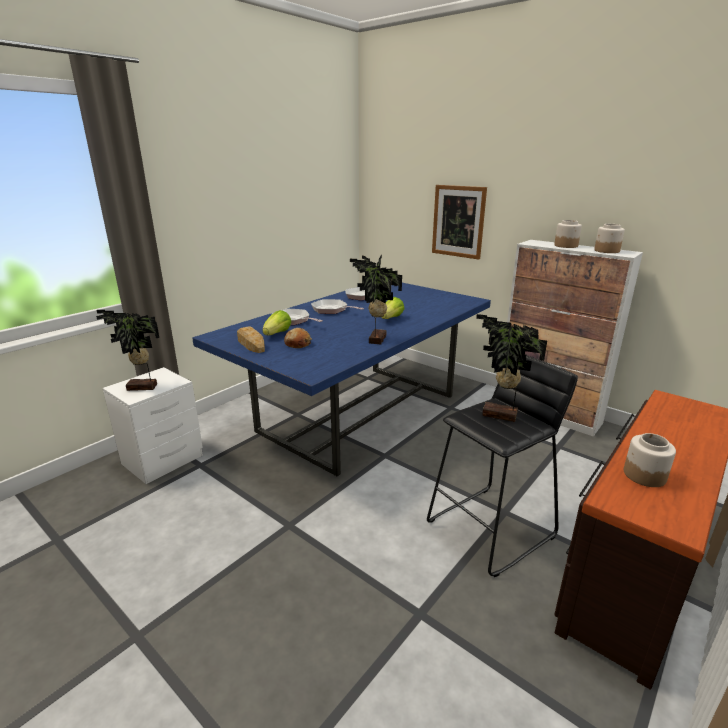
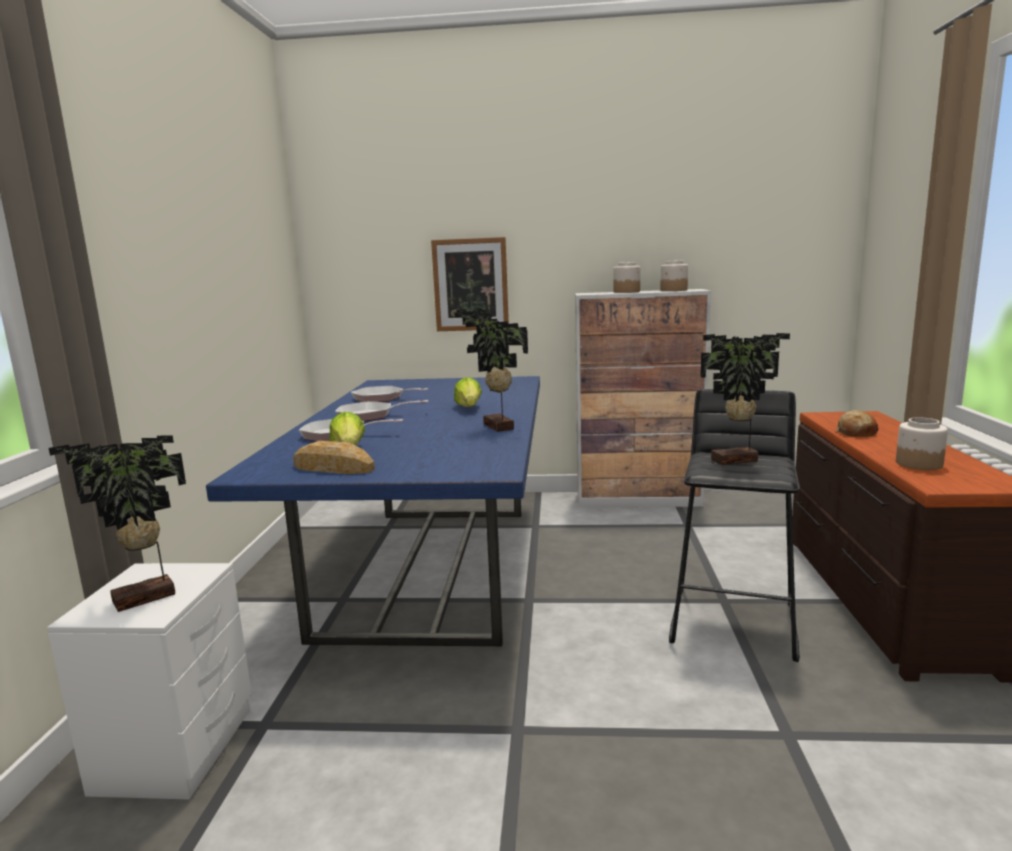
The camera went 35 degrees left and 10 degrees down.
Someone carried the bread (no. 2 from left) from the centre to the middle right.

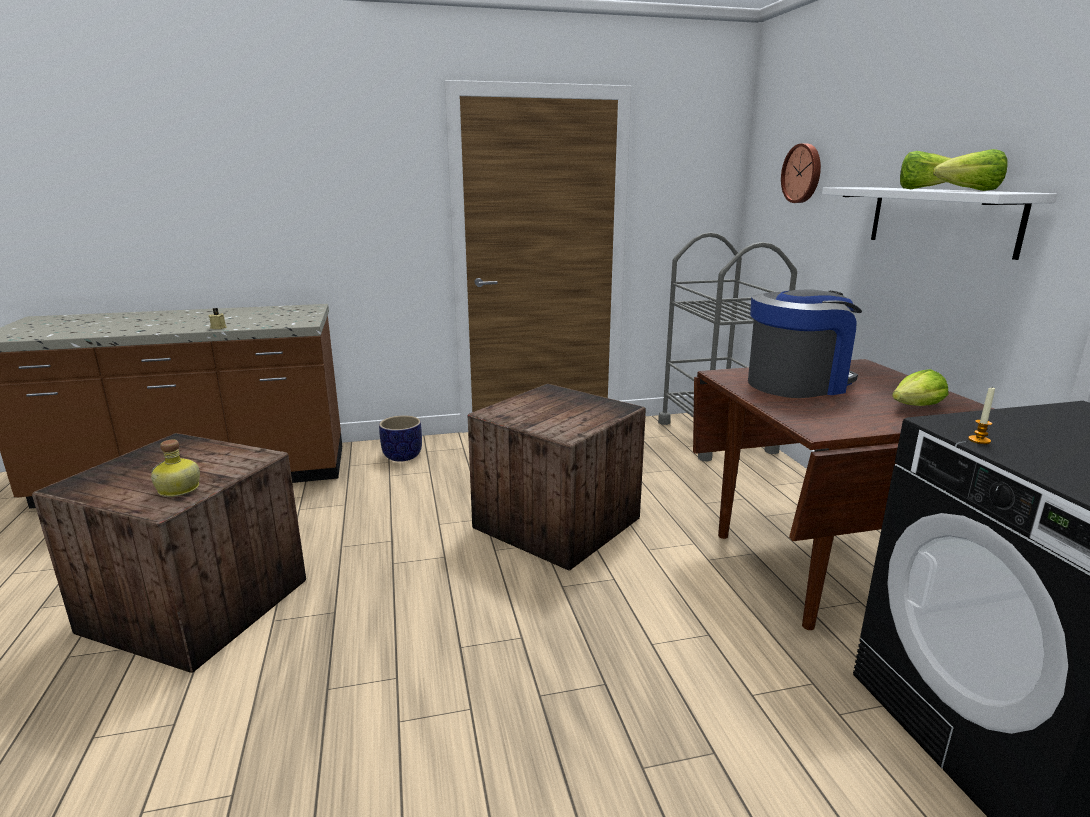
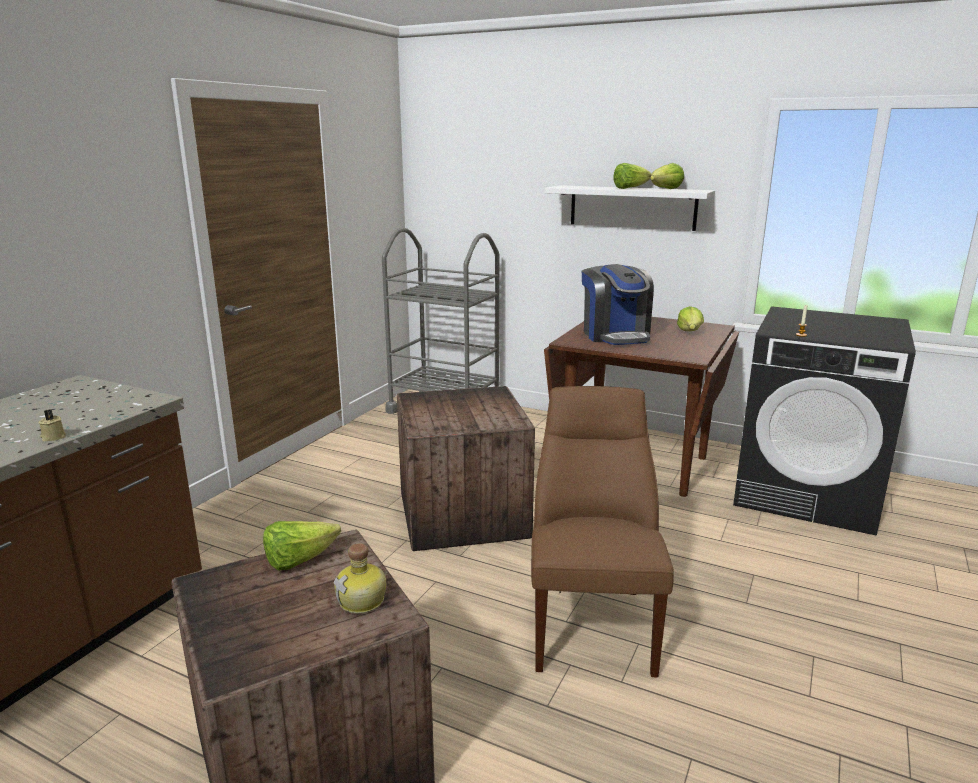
The camera went 50 degrees left and 0 degrees up.
Someone took away the planter at the centre.
Someone took away the wall clock at the top right.
Someone put down the lettuce (no. 1 from left) at the bottom left.
Someone put down the brown chair at the bottom centre.
Someone rotated the coffee machine at the middle right by 150 degrees clockwise.

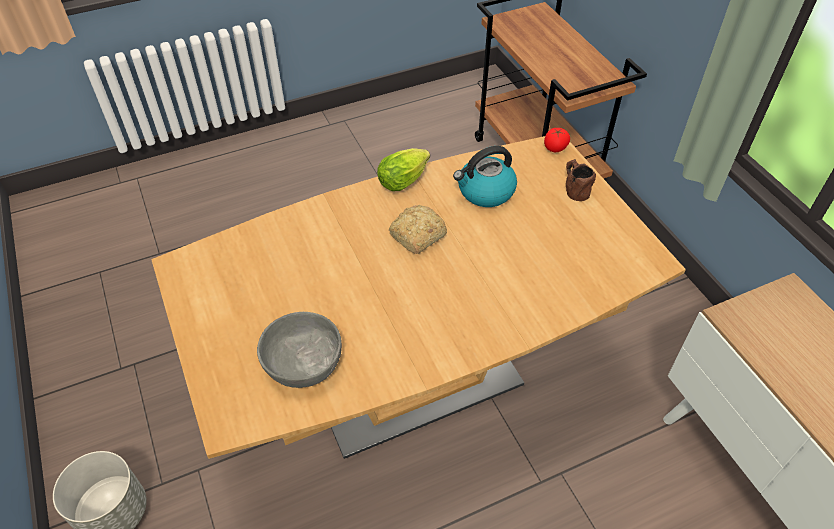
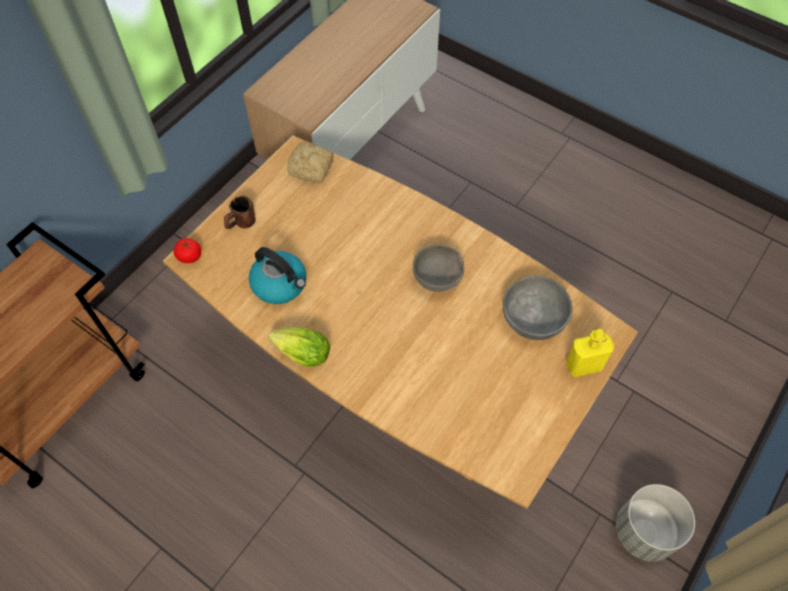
The camera went 120 degrees left and 10 degrees up.
Someone put down the grey bowl (no. 1 from left) at the centre.
Someone put down the yellow bottle at the middle right.
Someone carried the bread from the centre to the top centre.

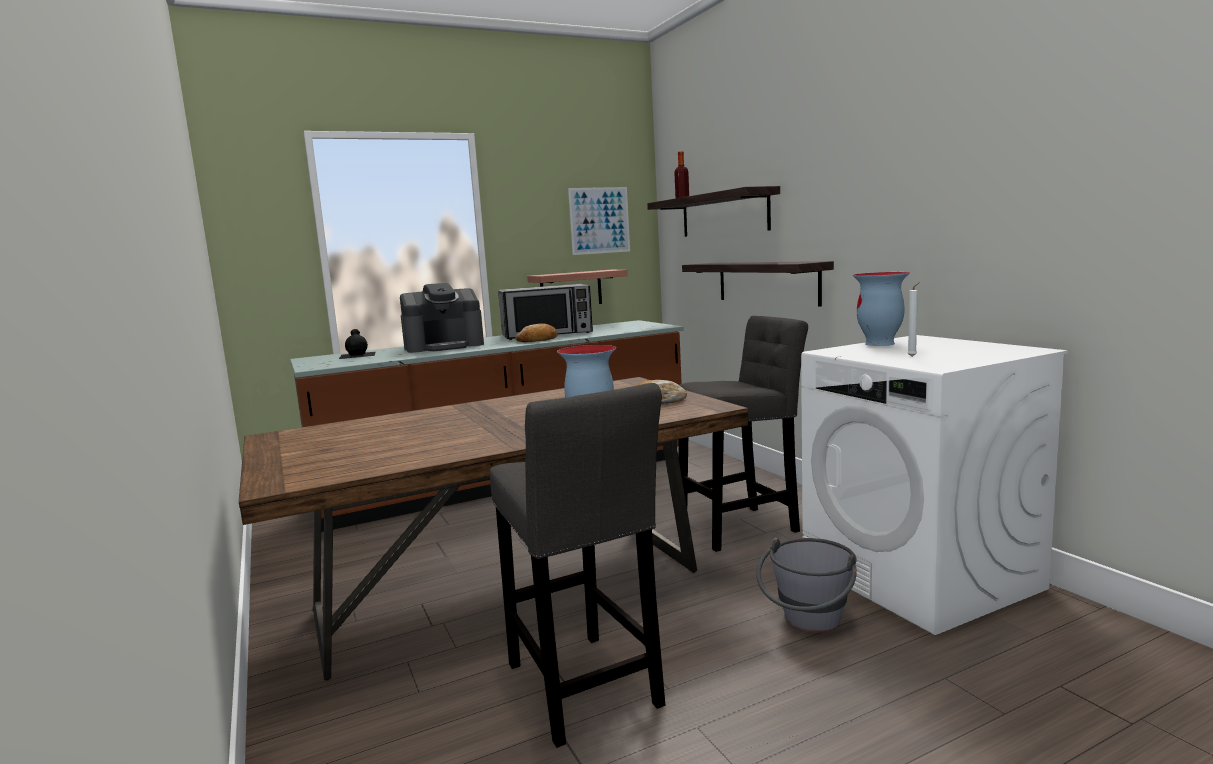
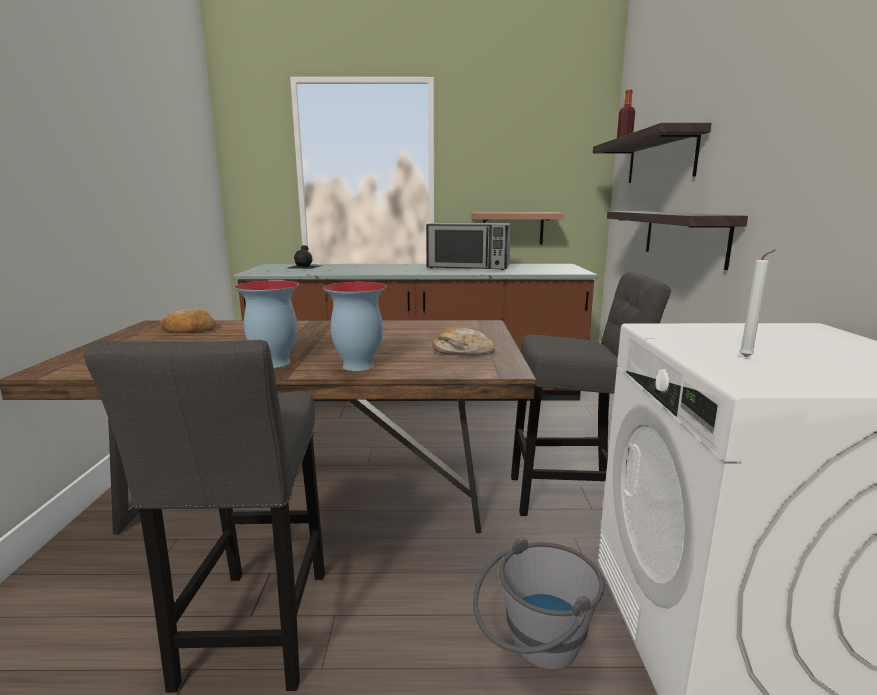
The camera went 25 degrees right and 5 degrees up.
Someone took away the coffee machine at the centre.
Someone took away the picture at the top centre.
Someone carried the bread (no. 1 from left) from the centre to the middle left.
Someone carried the vase (no. 2 from left in the first image) from the middle right to the middle left.

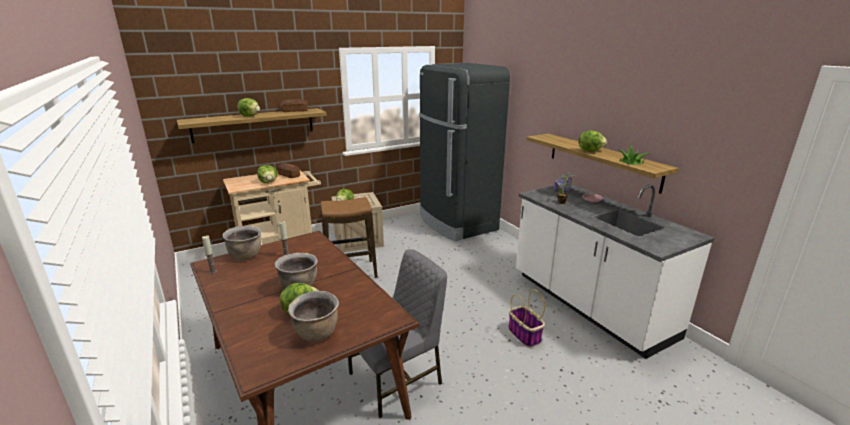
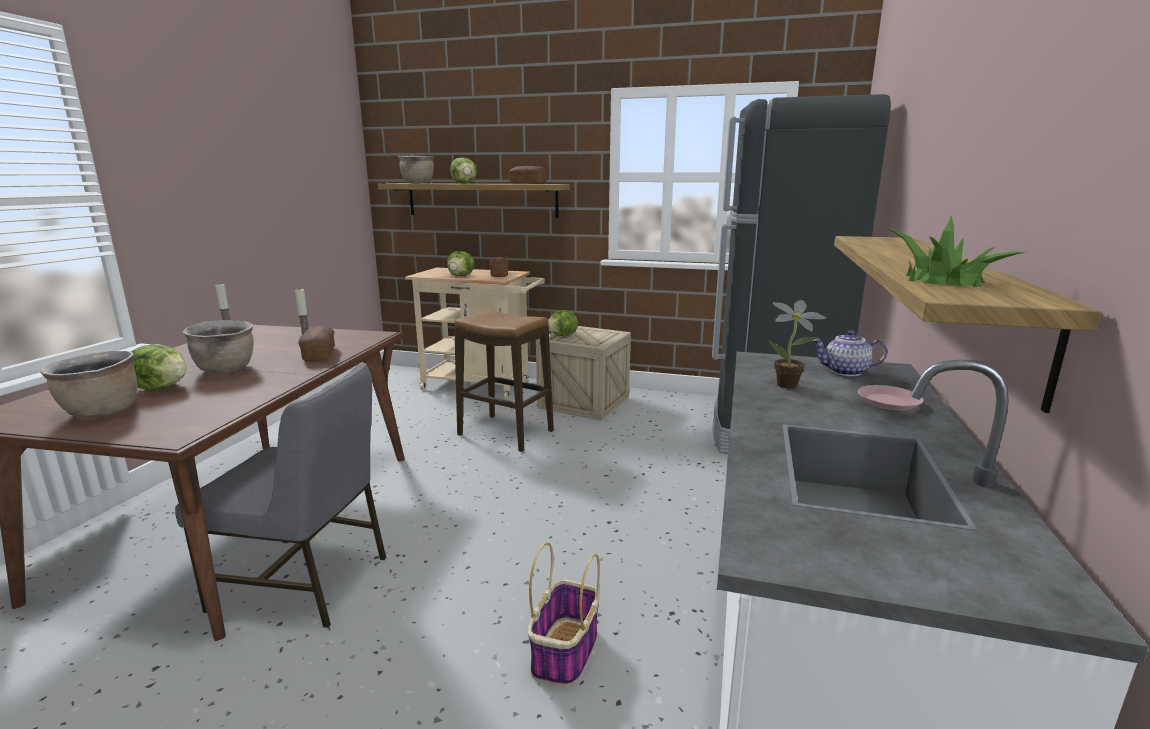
The camera went 45 degrees right and 5 degrees down.
Someone took away the lettuce (no. 5 from left) at the top right.
Someone put down the bread (no. 1 from left) at the middle left.
Someone carried the brown cooking pot (no. 1 from left in the first image) from the middle left to the top centre.

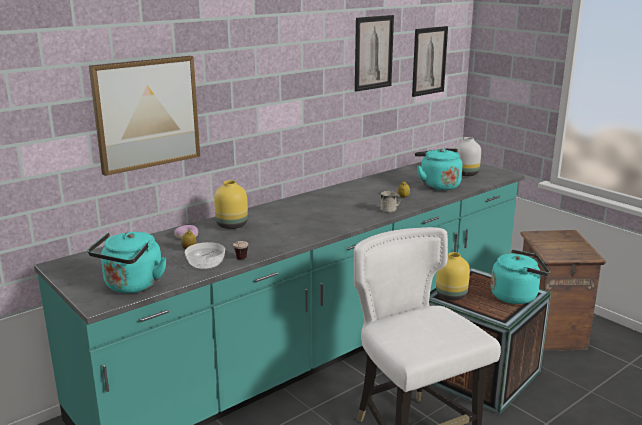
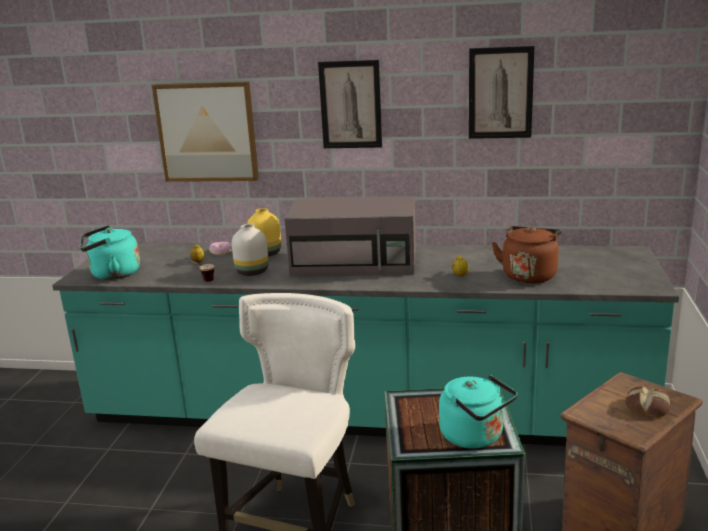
The camera went 50 degrees right and 0 degrees up.
Someone took away the bowl at the middle left.
Someone took away the white mug at the centre.
Someone took away the yellow vase (no. 2 from left) at the middle right.
Someone put down the grey microwave at the centre.
Someone put down the bread at the bottom right.
Someone carried the picture (no. 3 from left in the first image) from the top right to the top centre.
Someone carried the white vase from the middle right to the centre.
Someone repainted the turquoise kettle (no. 2 from left) at the middle right, which became the brown kettle at the middle right.

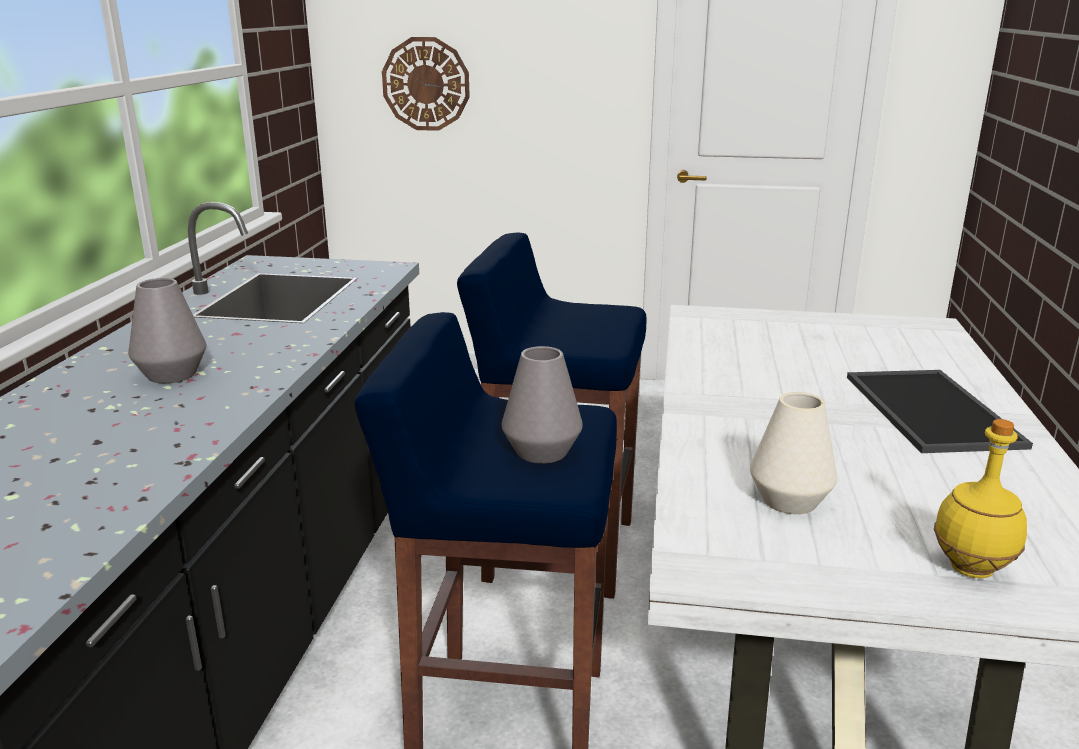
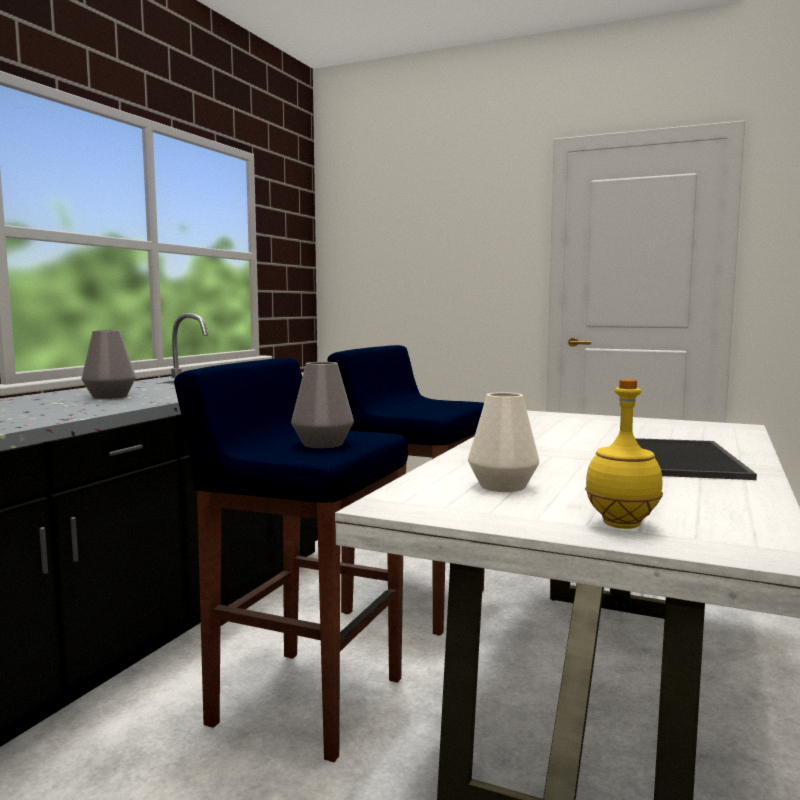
The camera went 15 degrees right and 15 degrees down.
Someone took away the wall clock at the top centre.

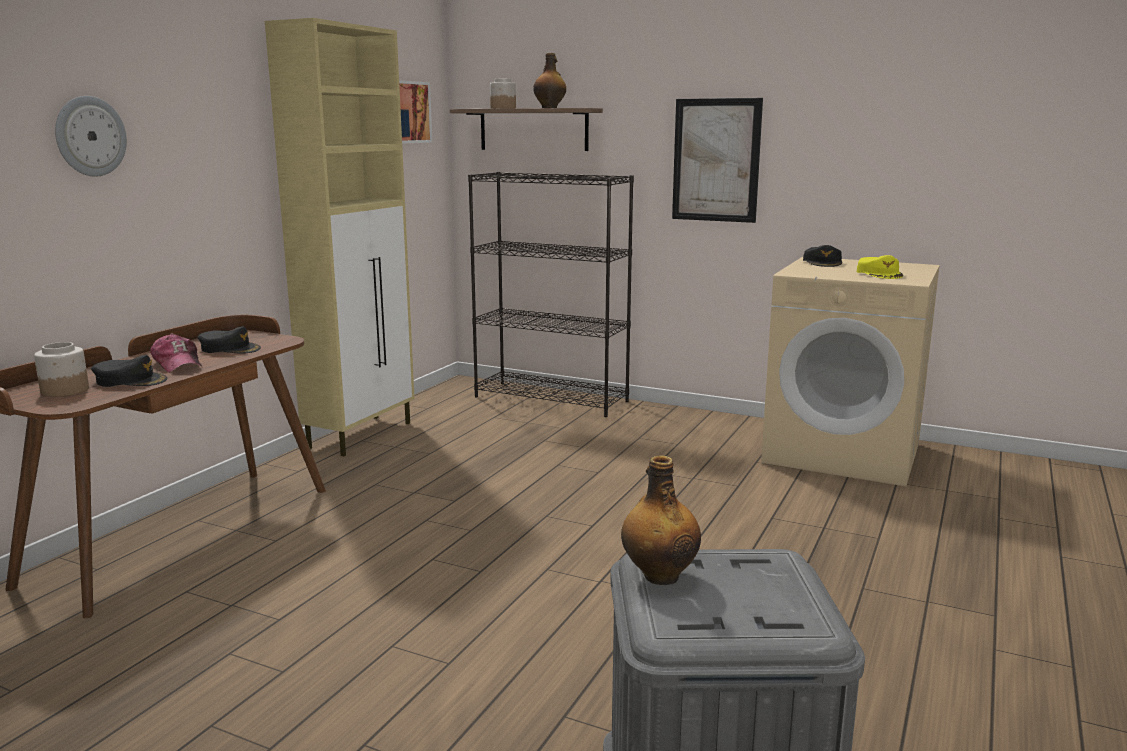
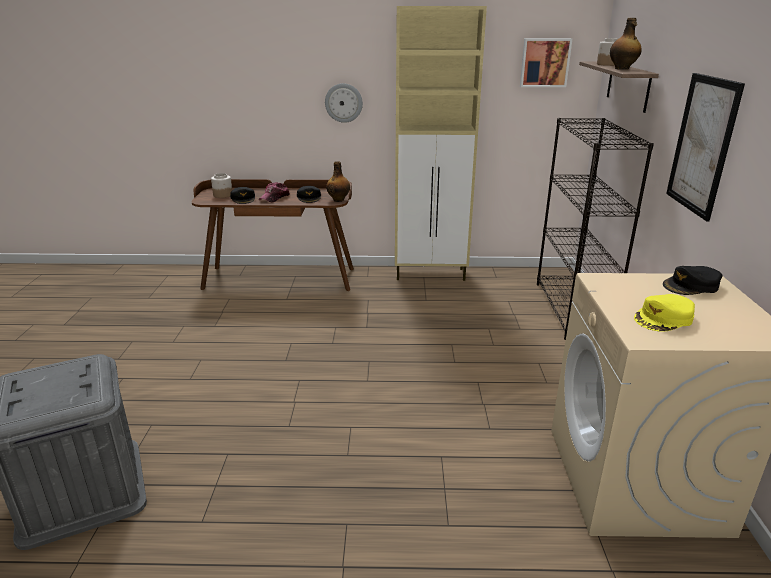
The camera went 65 degrees right and 10 degrees up.
Someone carried the wall clock from the top left to the top centre.
Someone carried the bottle (no. 2 from left in the first image) from the bottom centre to the top centre.

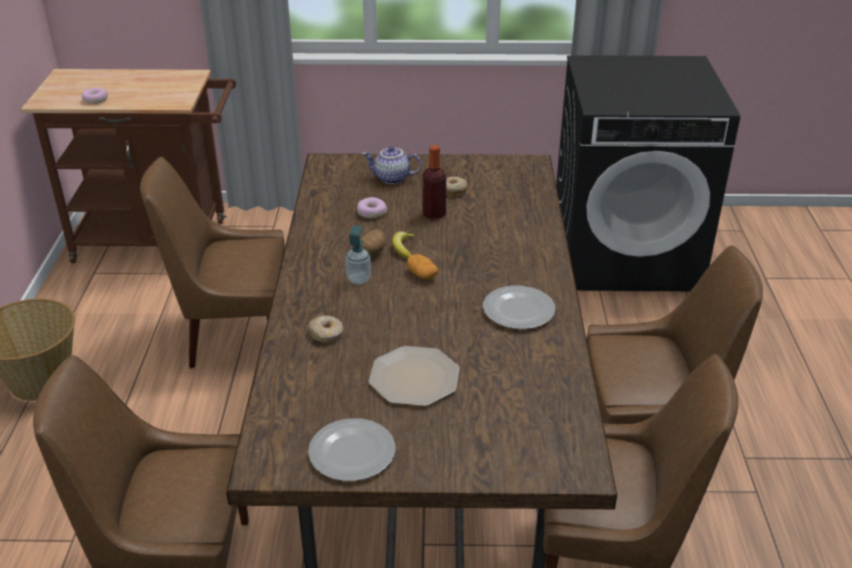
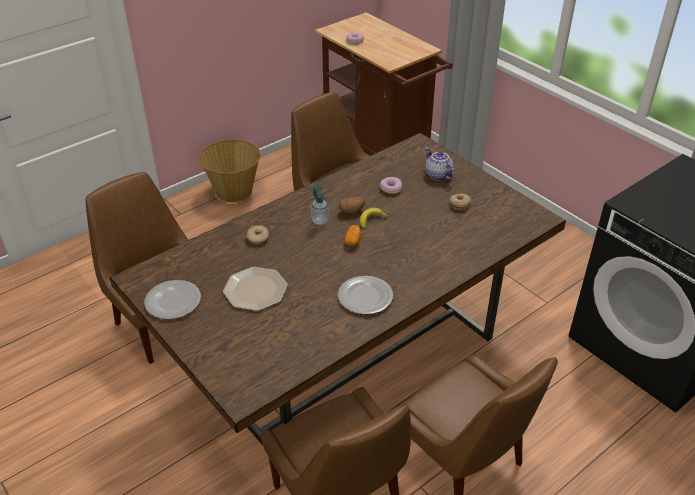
The camera went 50 degrees right and 5 degrees up.
Someone took away the bottle at the top centre.

